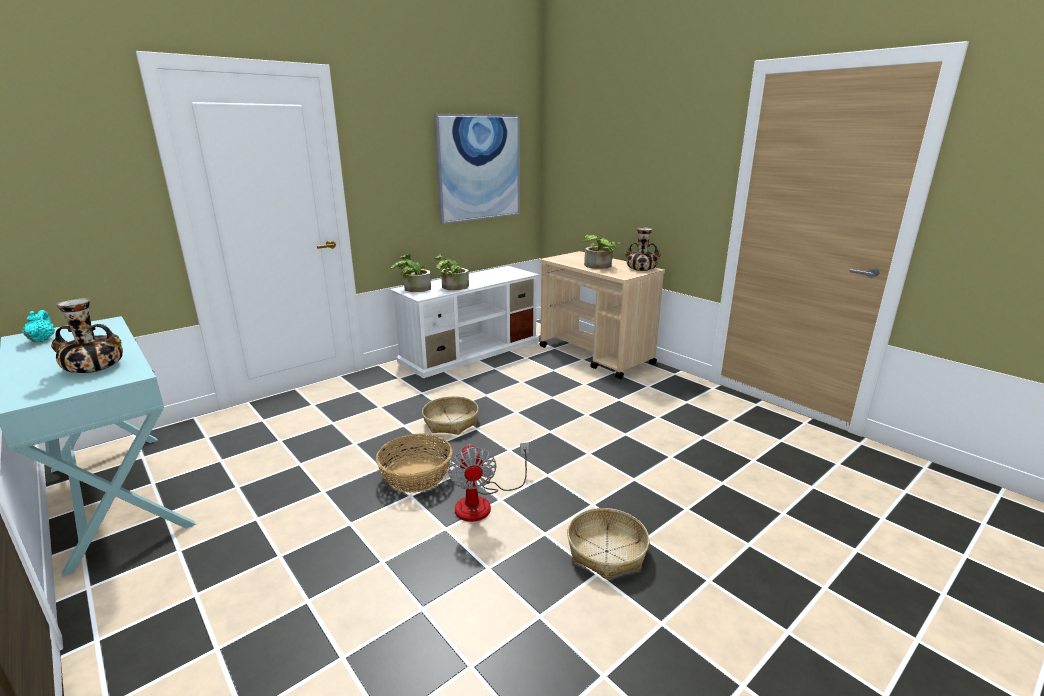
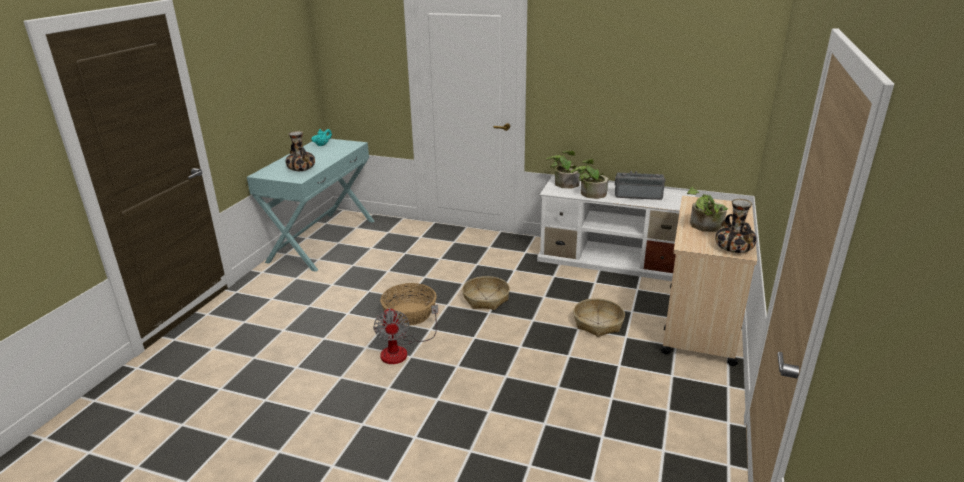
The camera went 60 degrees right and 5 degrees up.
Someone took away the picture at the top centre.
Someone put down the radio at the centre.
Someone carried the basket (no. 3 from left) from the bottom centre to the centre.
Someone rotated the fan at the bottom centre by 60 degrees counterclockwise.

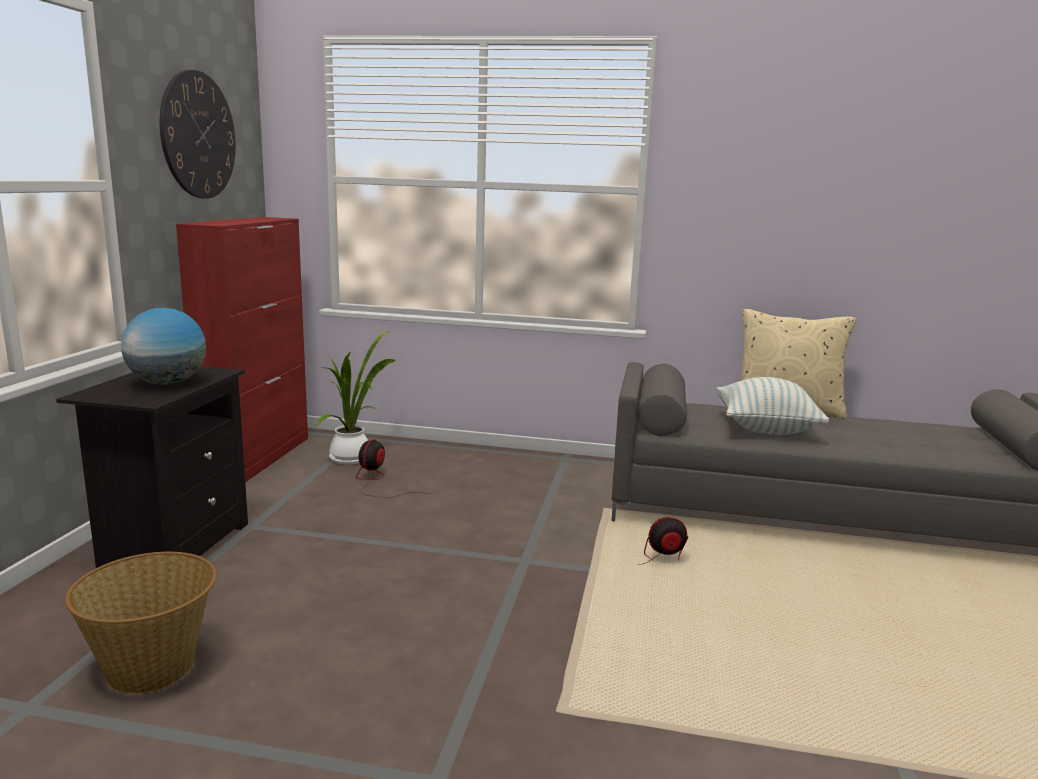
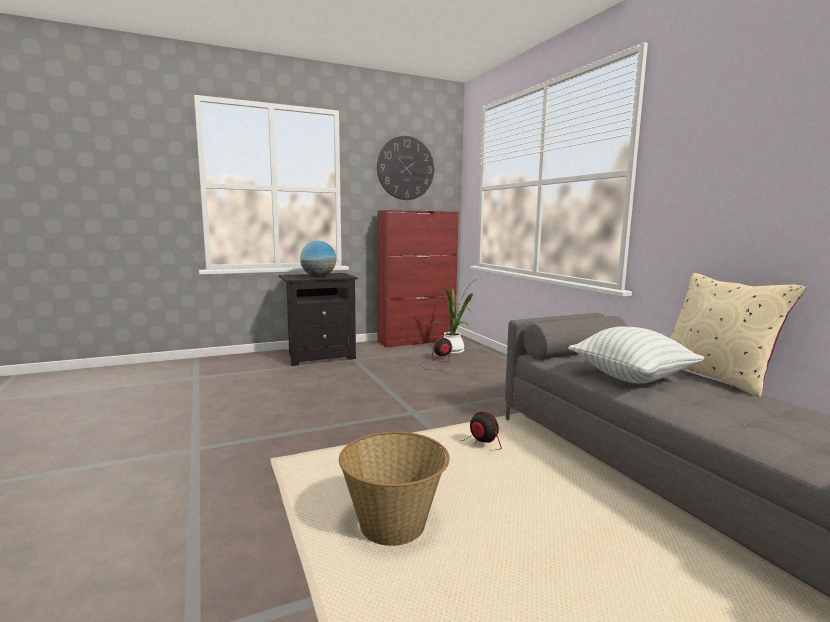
The camera went 55 degrees right and 5 degrees down.
Someone carried the basket from the bottom left to the bottom centre.

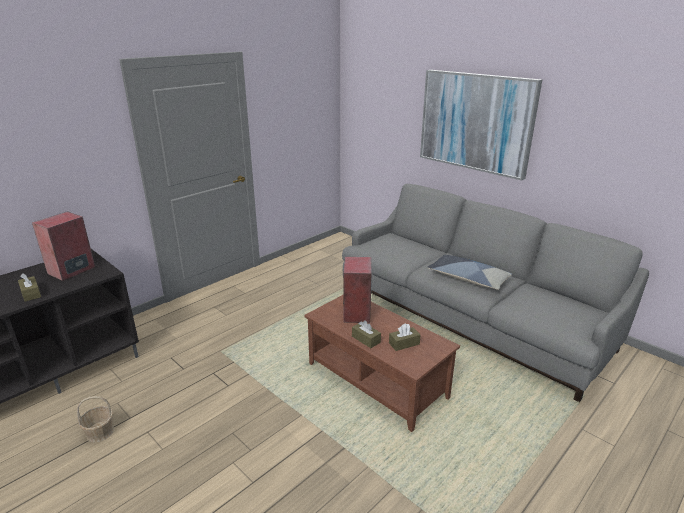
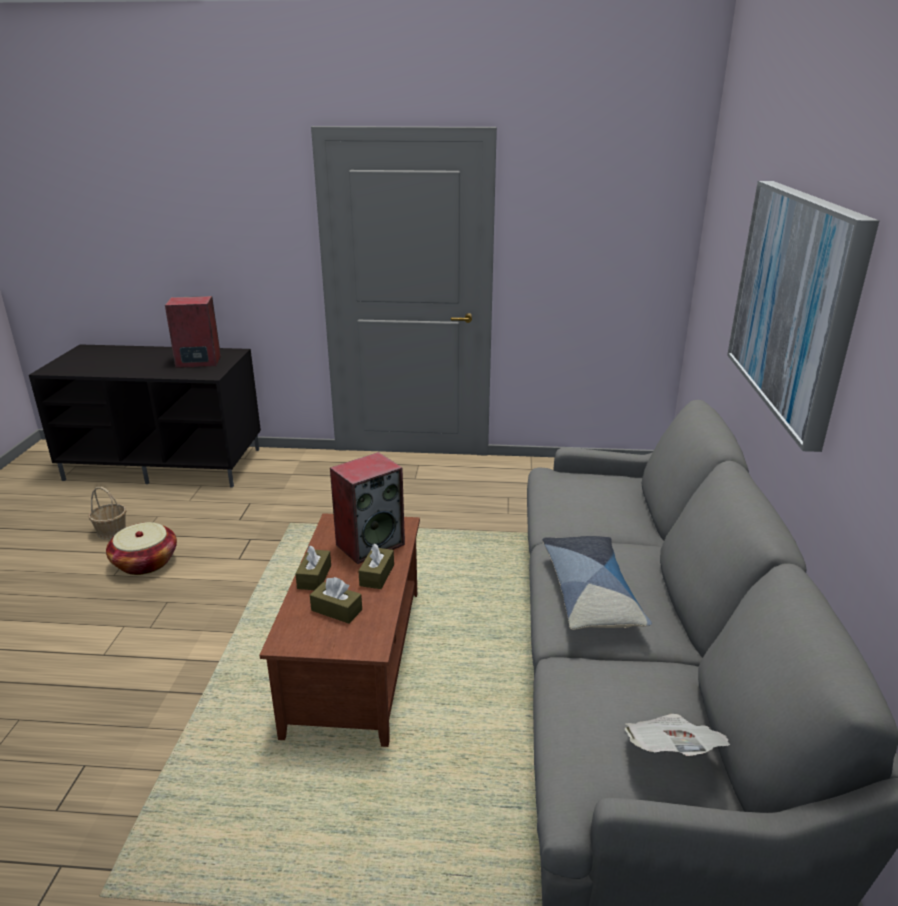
The camera went 50 degrees right and 0 degrees up.
Someone put down the basket (no. 2 from left) at the middle left.
Someone put down the newspaper at the bottom right.
Someone carried the brown tissue box (no. 1 from left in the first image) from the middle left to the centre.

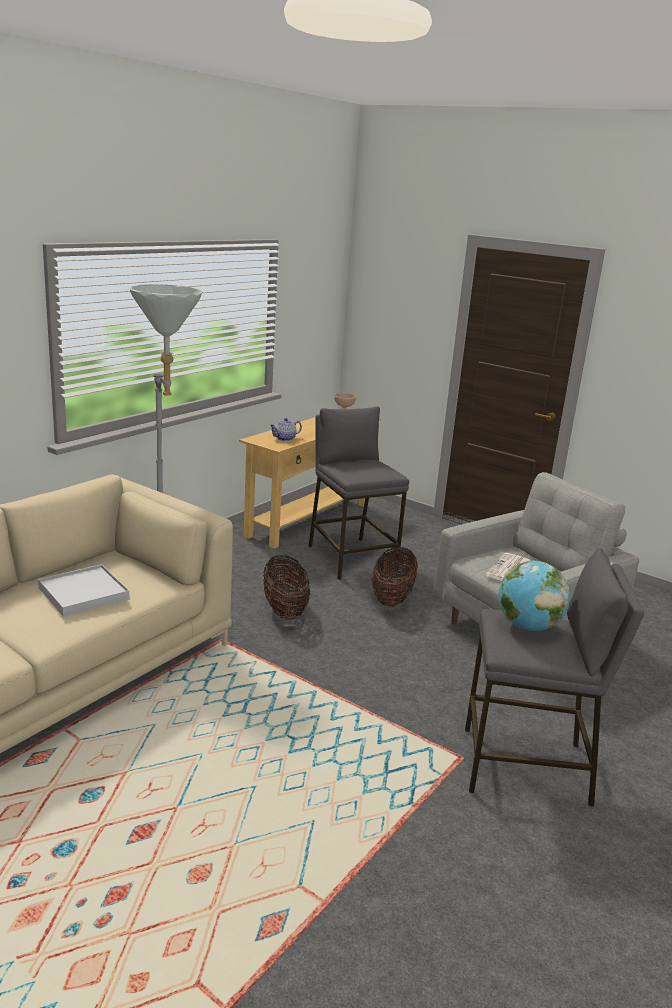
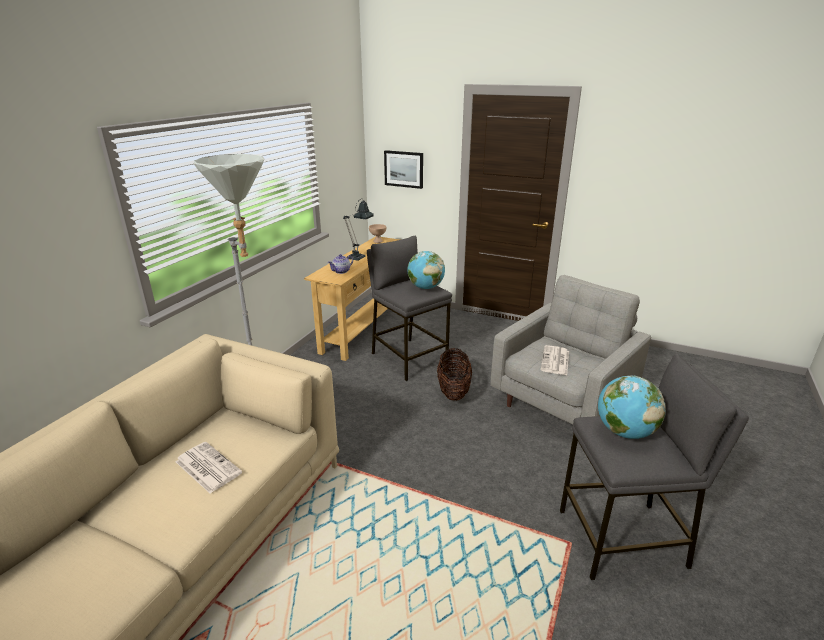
The camera went 10 degrees left and 5 degrees up.
Someone took away the basket (no. 1 from left) at the centre.
Someone put down the table lamp at the centre.
Someone put up the picture at the top centre.
Someone put down the globe (no. 1 from left) at the centre.
Someone swapped the white tray at the middle left for the newspaper (no. 1 from left) at the bottom left.

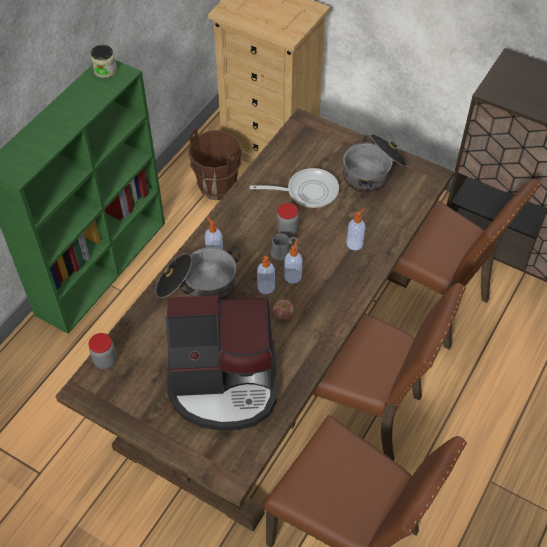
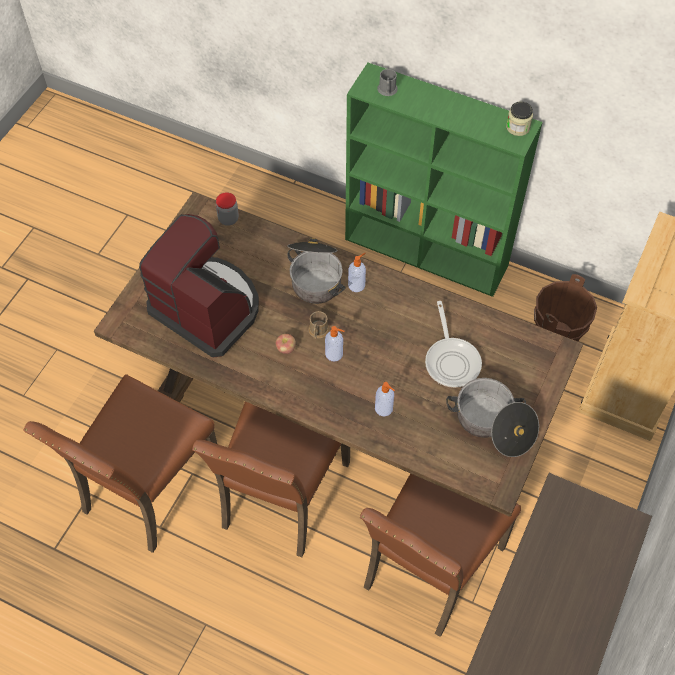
The camera went 85 degrees right and 5 degrees up.
Someone took away the jar (no. 3 from left) at the centre.
Someone carried the grey mug from the centre to the top centre.
Someone swapped the soap dispenser (no. 2 from left) at the centre for the brown mug at the centre.
Someone rotated the coffee machine at the centre by 135 degrees clockwise.

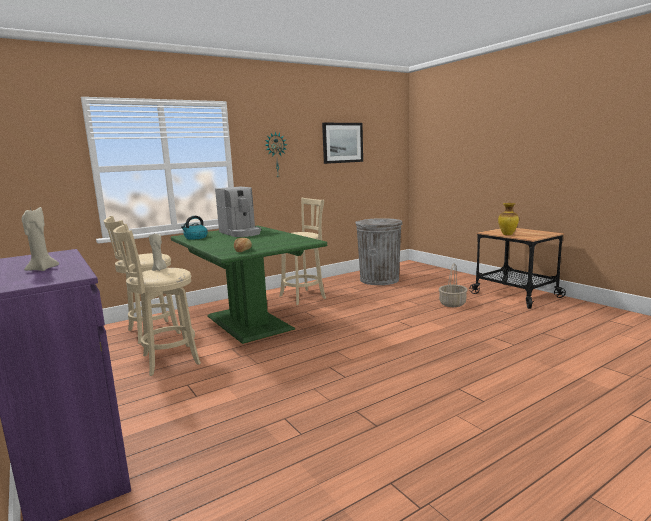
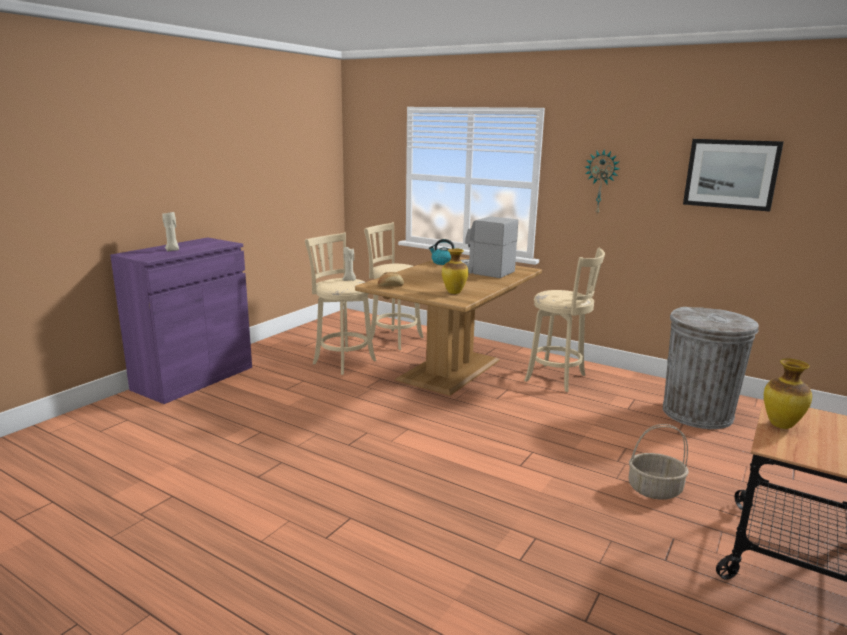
The camera went 65 degrees right and 5 degrees up.
Someone put down the vase (no. 1 from left) at the centre.
Someone repainted the green dining table at the centre, which became the brown dining table at the centre.
Someone rotated the coffee machine at the centre by 90 degrees clockwise.

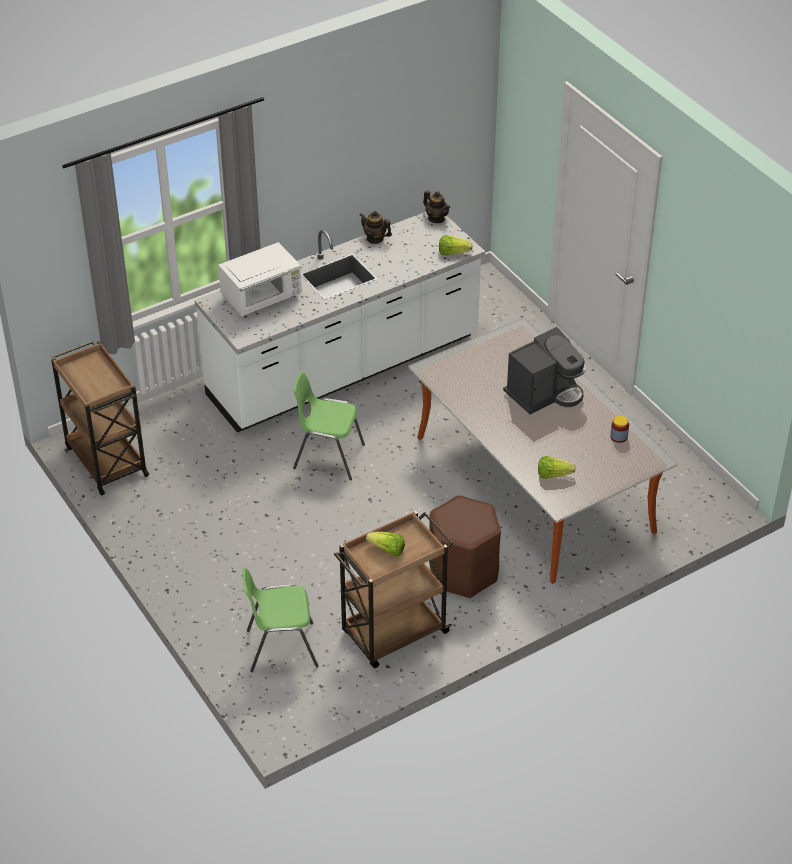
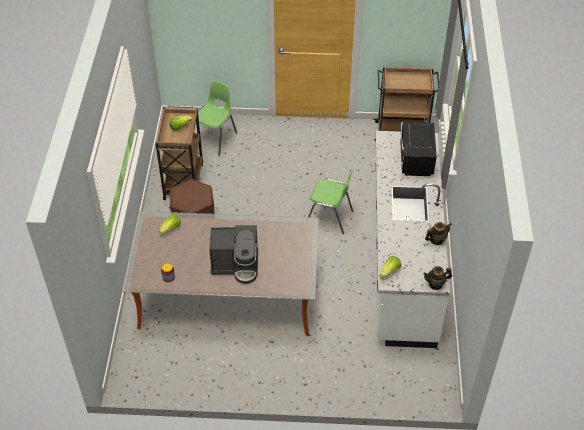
The camera went 125 degrees right and 5 degrees up.
Someone repainted the white microwave at the top left, which became the black microwave at the middle right.
Someone rotated the green chair (no. 2 from left) at the centre by 60 degrees clockwise.
Someone rotated the coffee machine at the middle right by 90 degrees counterclockwise.

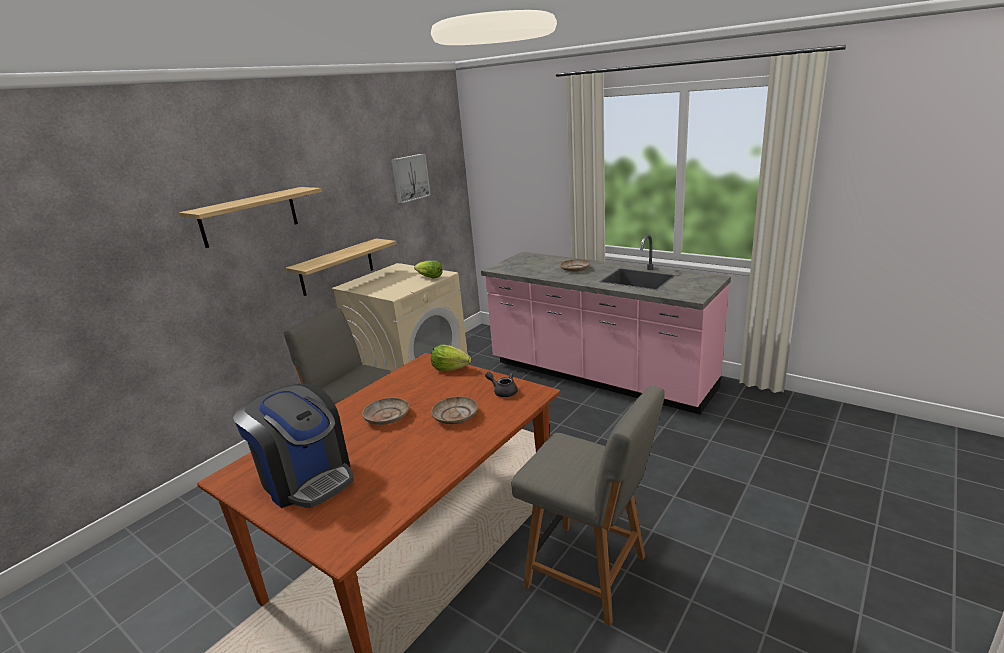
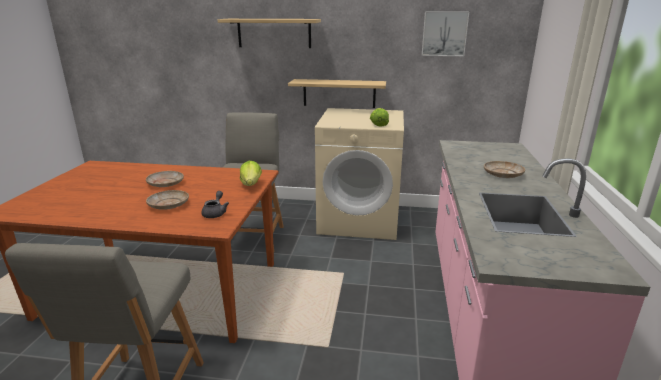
The camera went 60 degrees right and 0 degrees up.
Someone took away the coffee machine at the bottom left.

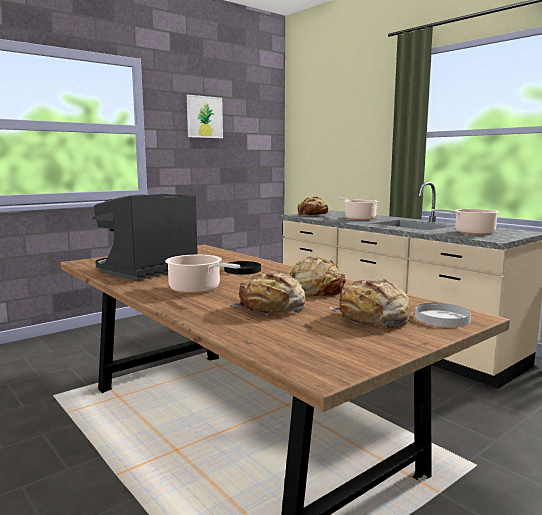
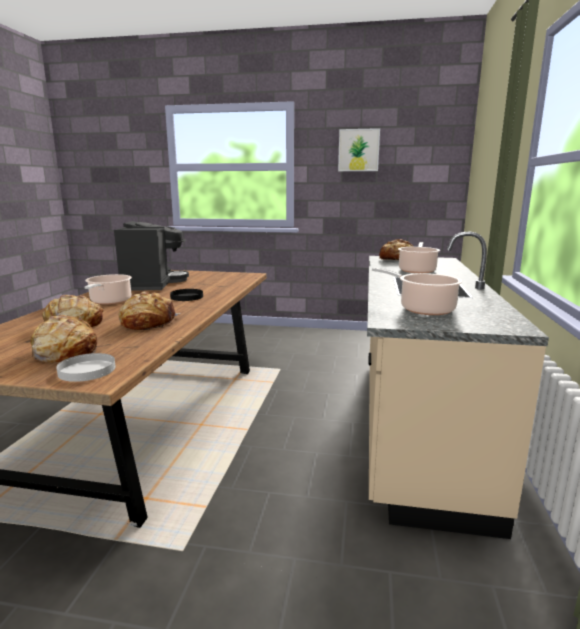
The camera went 50 degrees right and 5 degrees up.
Someone rotated the coffee machine at the middle left by 90 degrees clockwise.

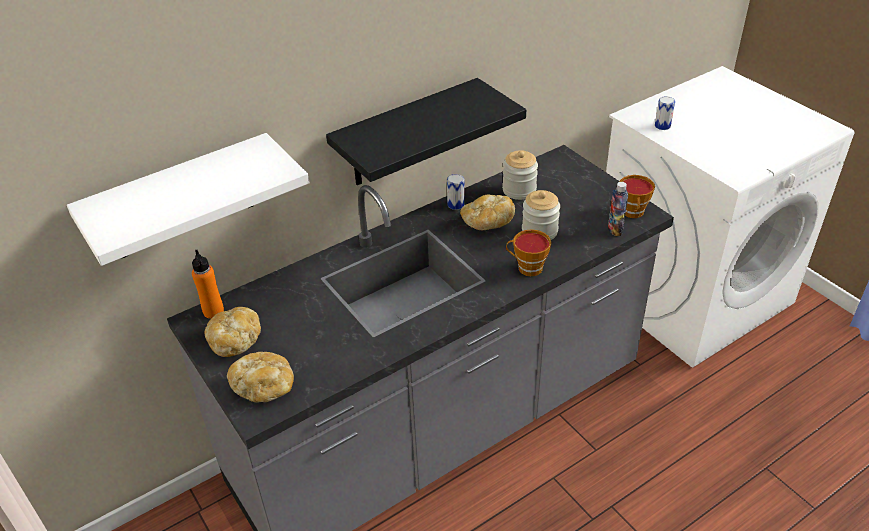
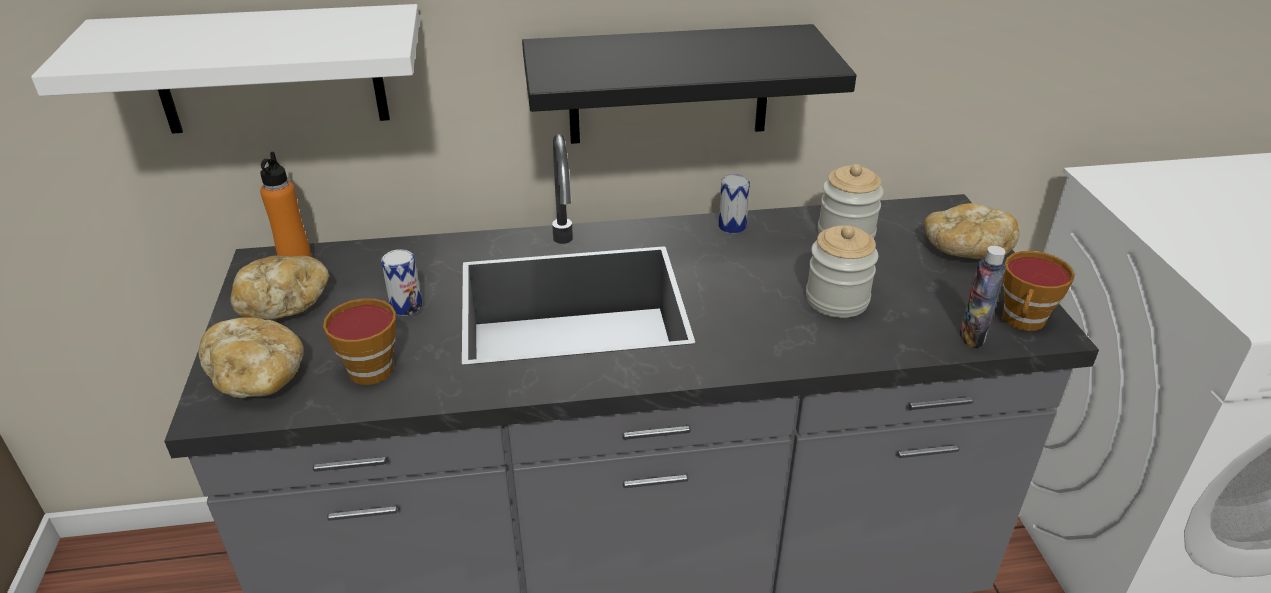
The camera went 25 degrees right and 5 degrees down.
Someone carried the bread (no. 3 from left) from the centre to the middle right.
Someone carried the cup (no. 1 from left) from the centre to the middle left.
Someone carried the can (no. 2 from left in the first image) from the top right to the middle left.

